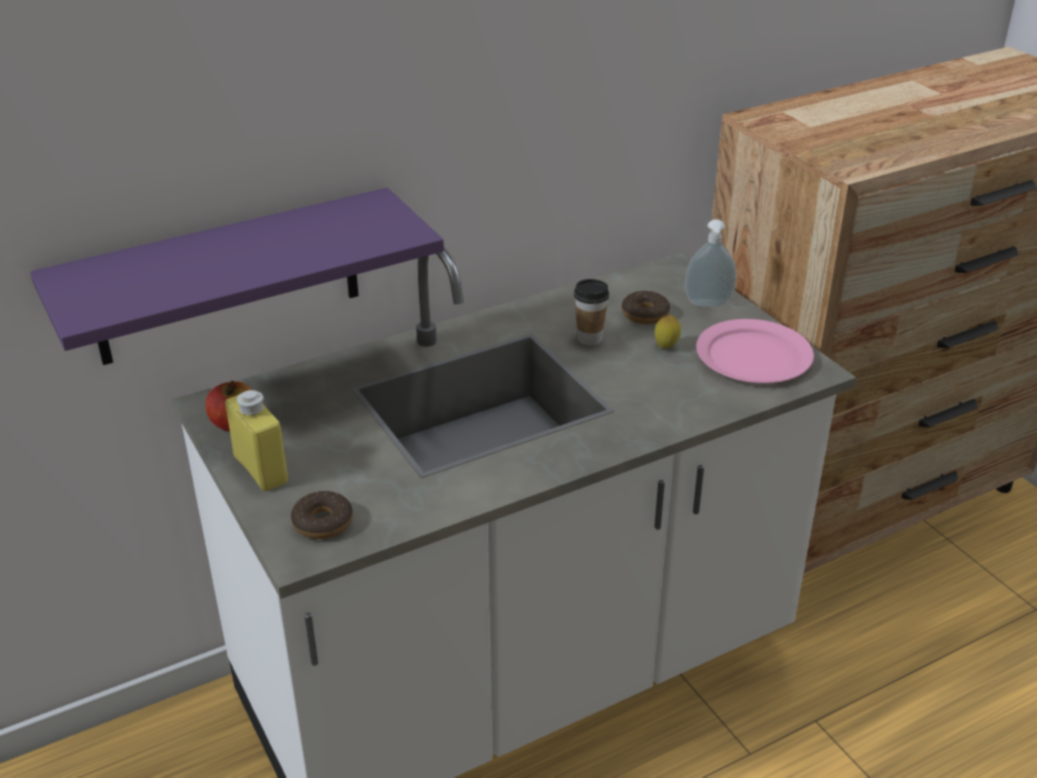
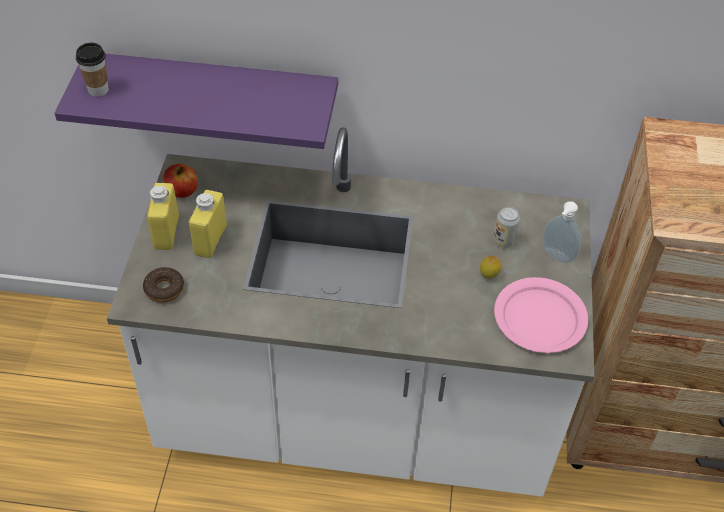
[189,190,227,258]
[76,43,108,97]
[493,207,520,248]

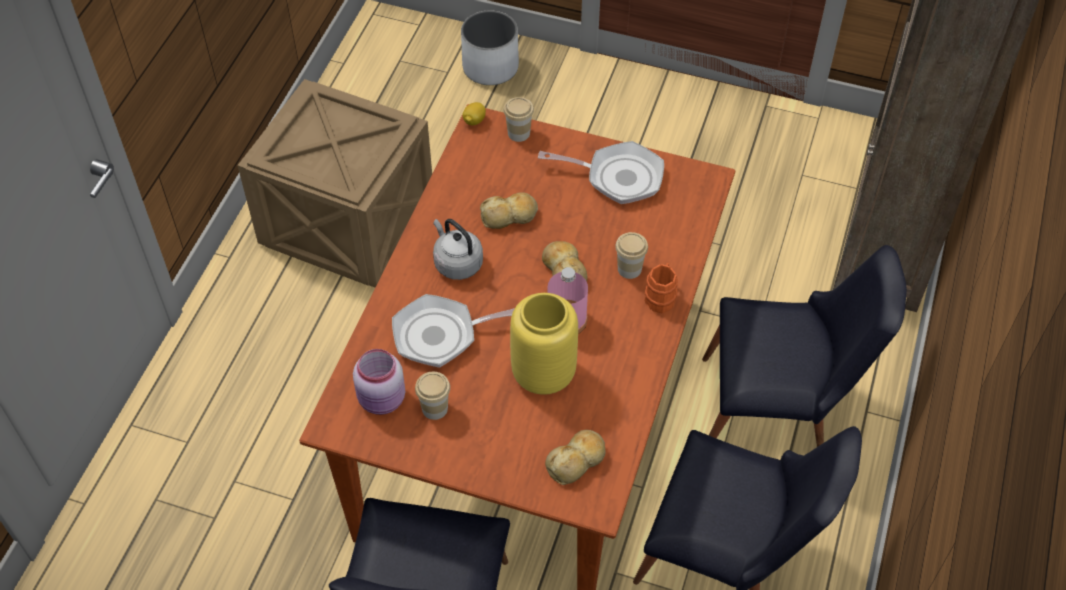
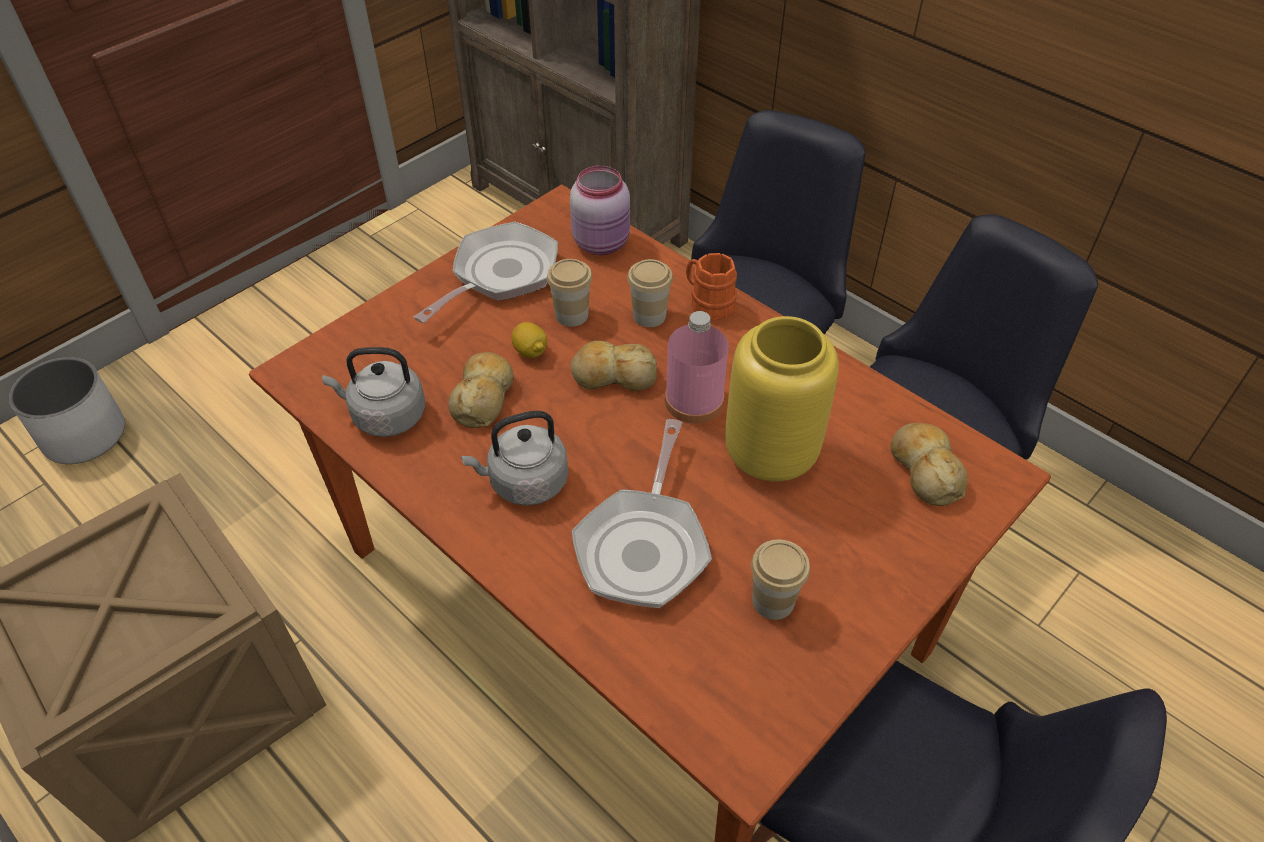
[322,347,425,437]
[570,165,630,255]
[511,322,547,358]
[547,259,592,327]

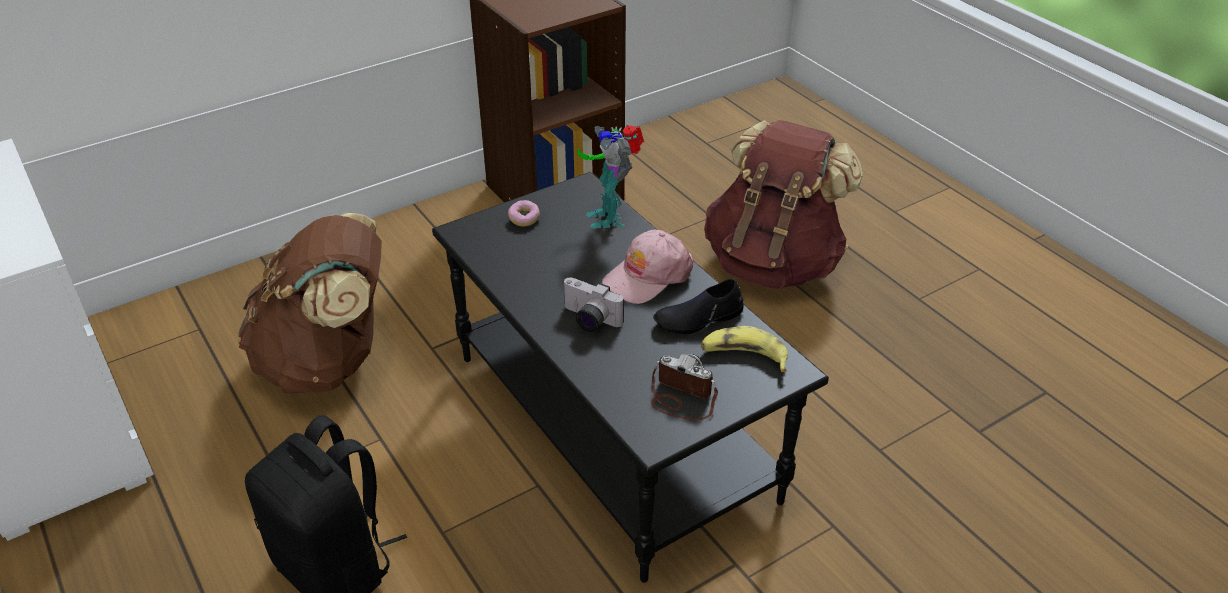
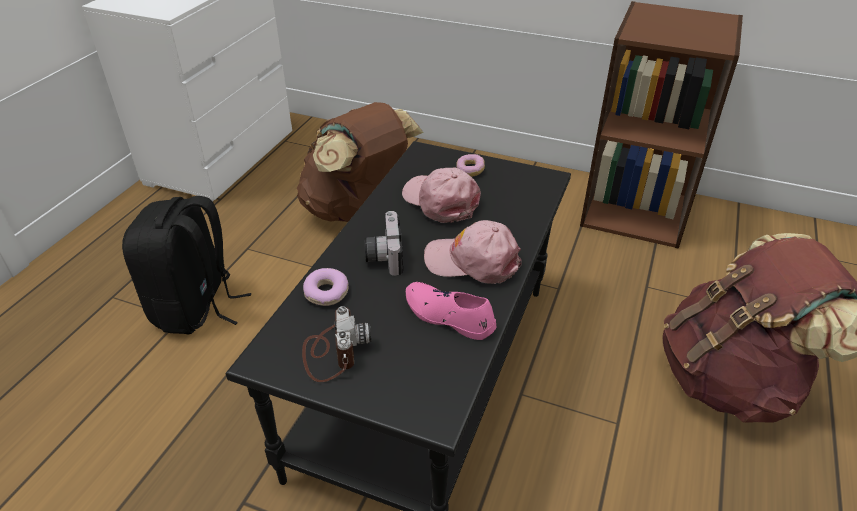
[577,125,644,229] (first image)
[701,326,788,372] (first image)
[303,268,349,306]
[402,168,481,223]
[406,282,496,340]

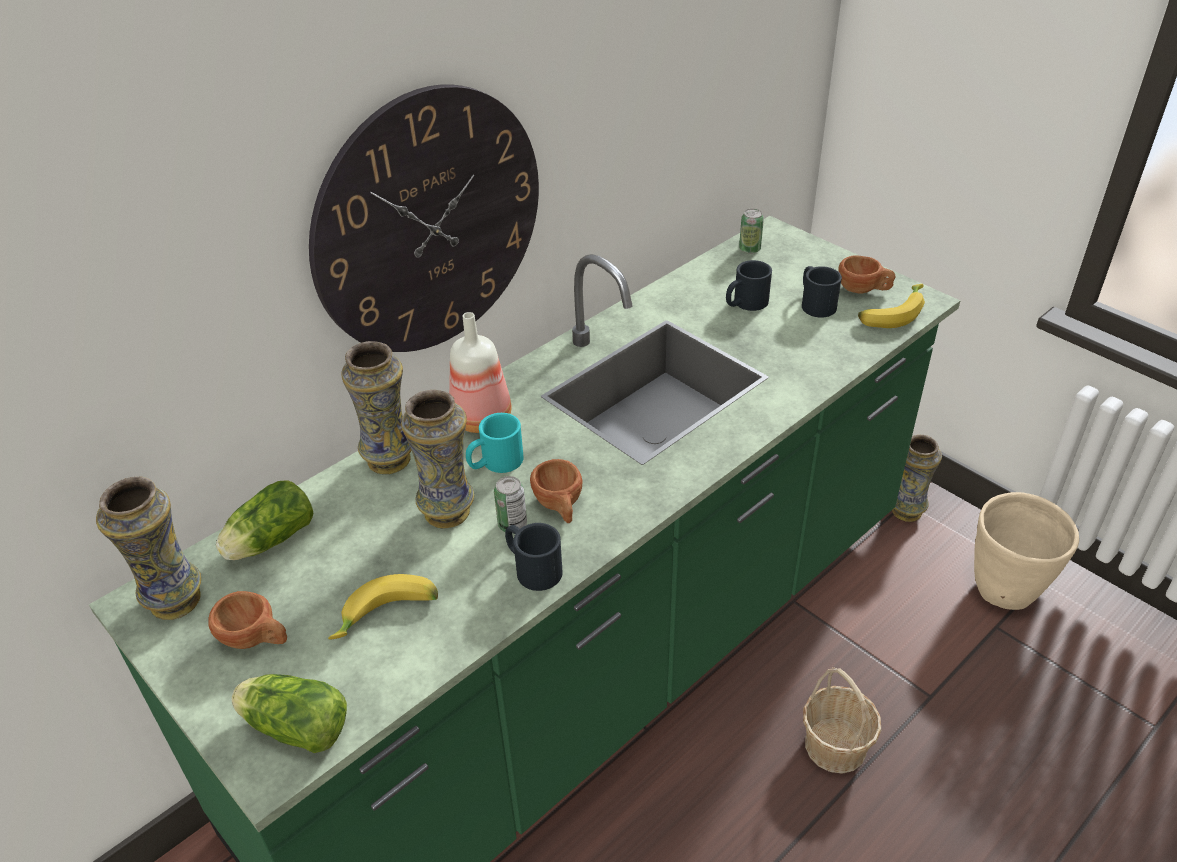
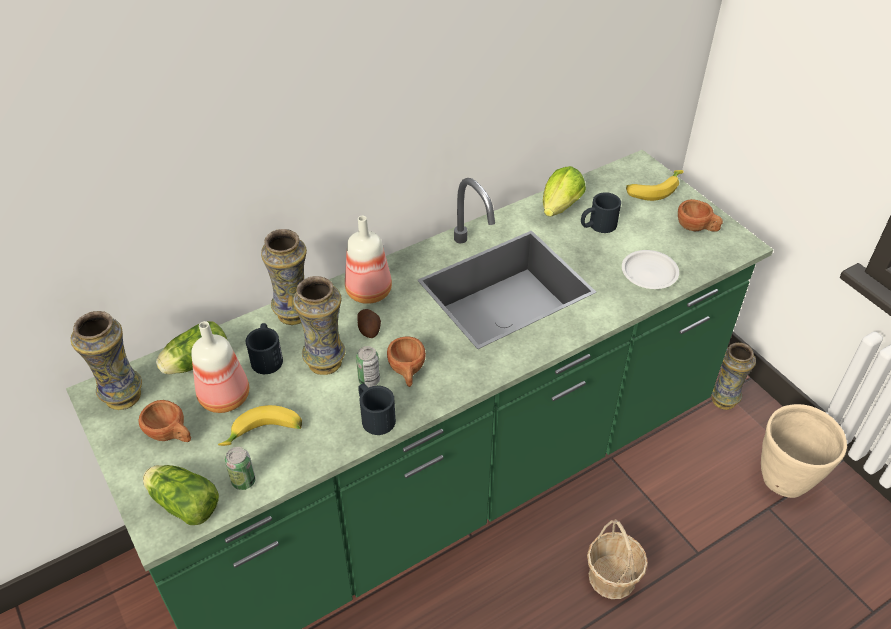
[309,84,539,352] (first image)
[191,321,249,413]
[543,166,586,217]
[622,250,679,289]
[225,447,256,490]
[246,323,283,374]
[626,170,684,201]
[358,309,381,338]

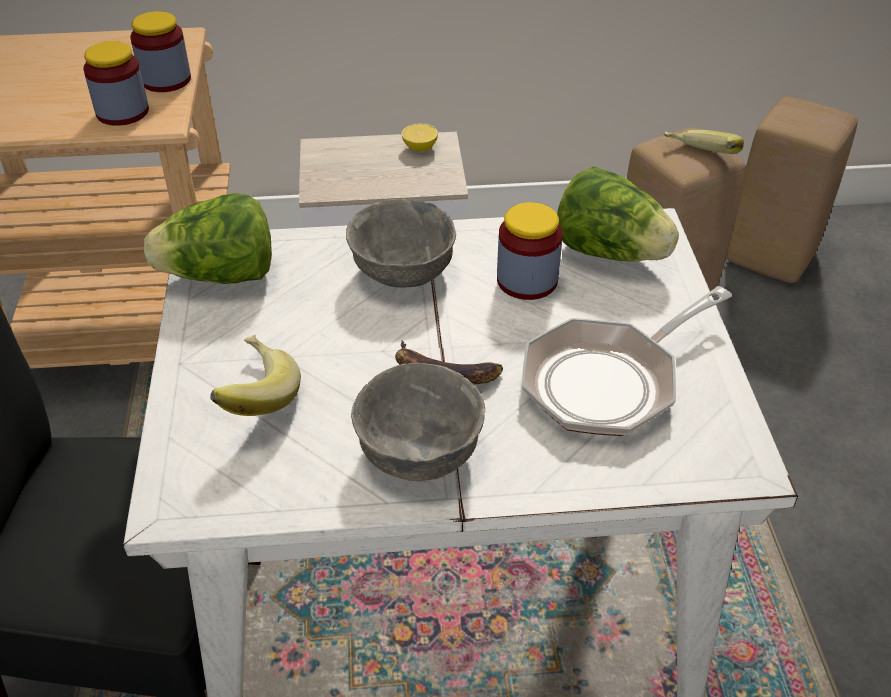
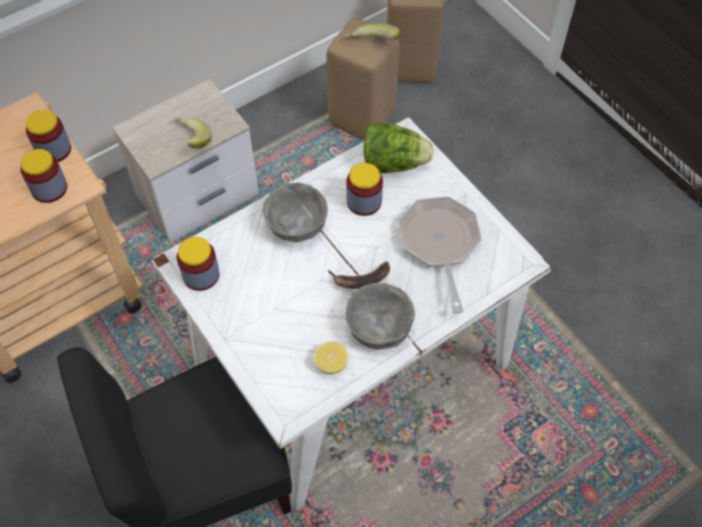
[173,116,212,149]
[314,341,348,374]
[177,237,220,291]
[398,197,482,314]

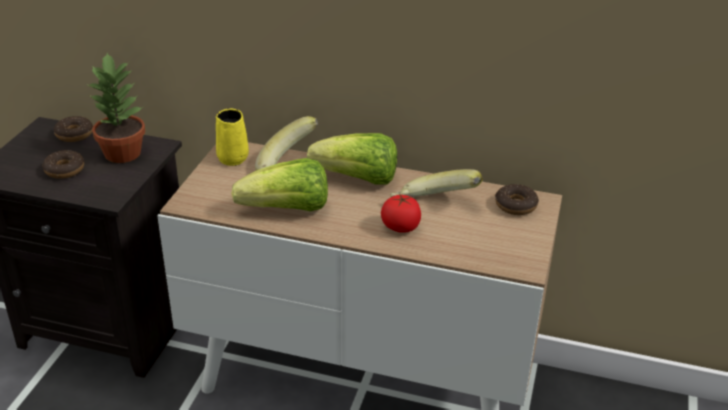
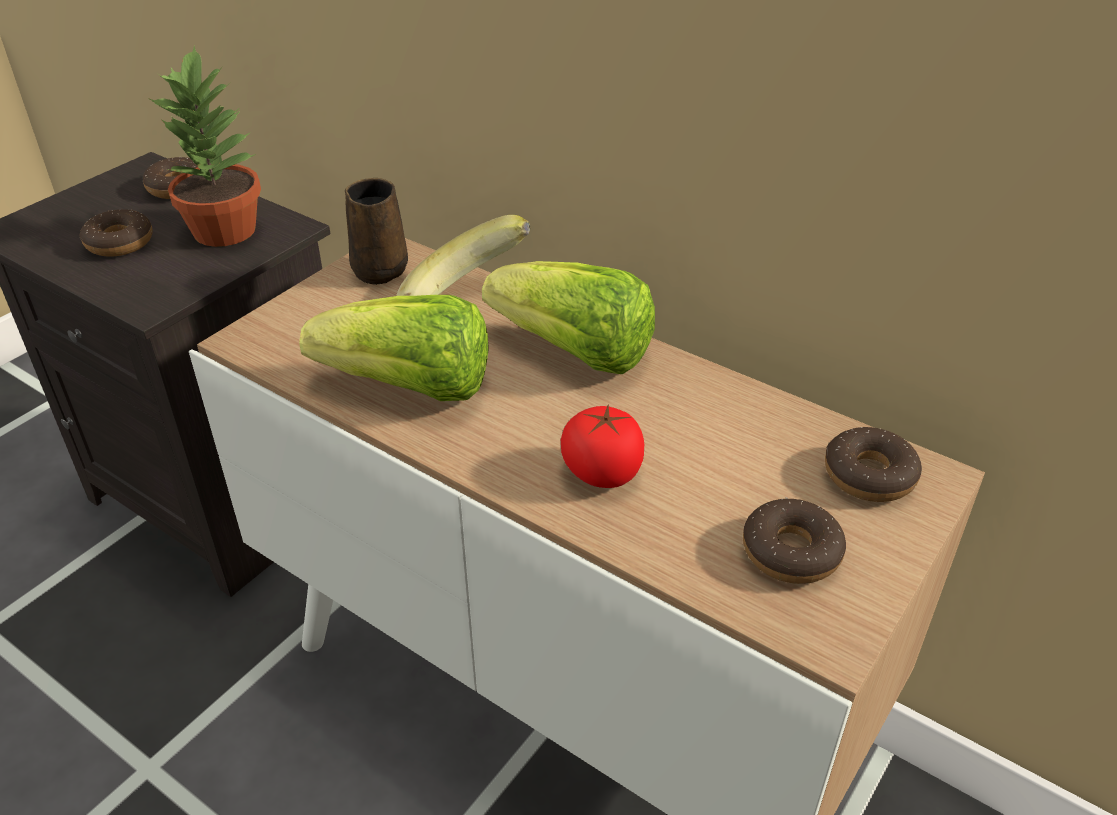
[390,169,483,197] (first image)
[743,497,846,584]
[345,178,408,285]

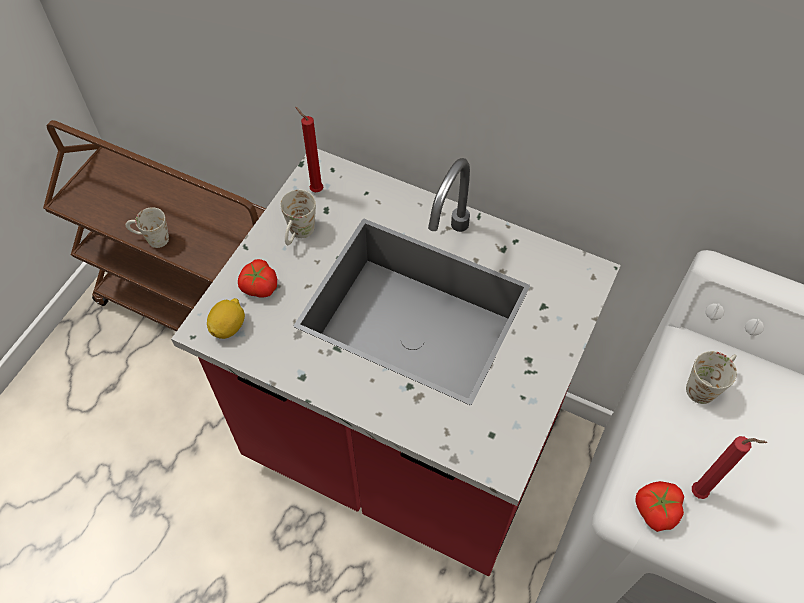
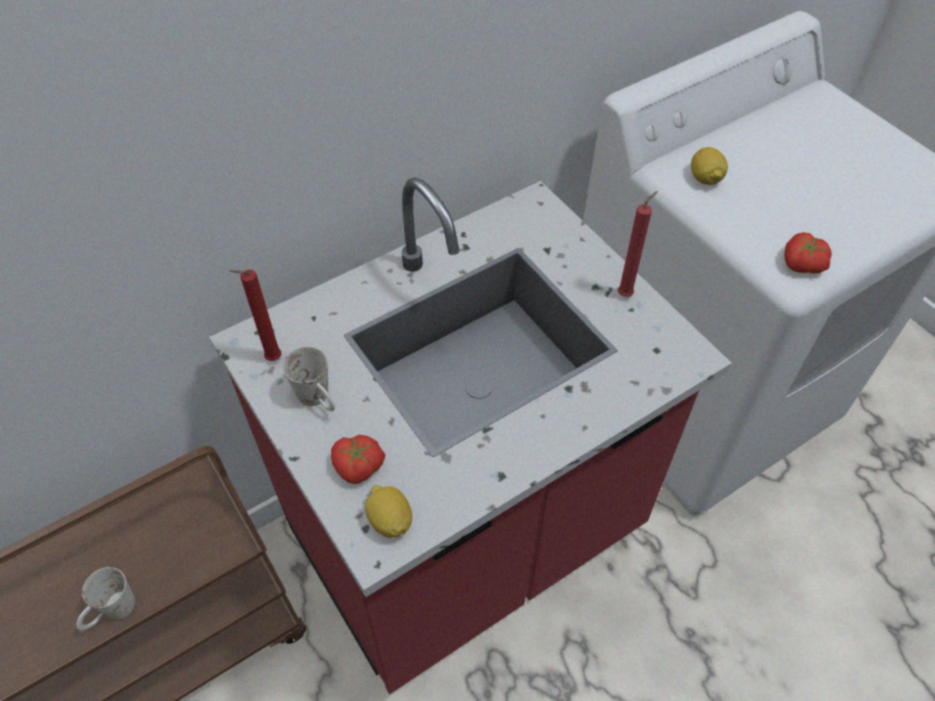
[618,191,658,297]
[691,147,728,185]

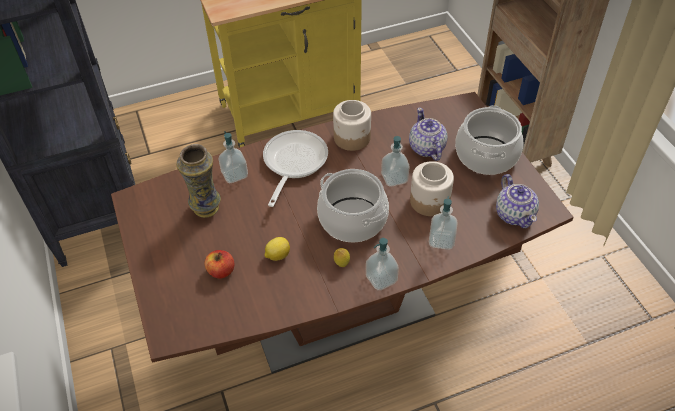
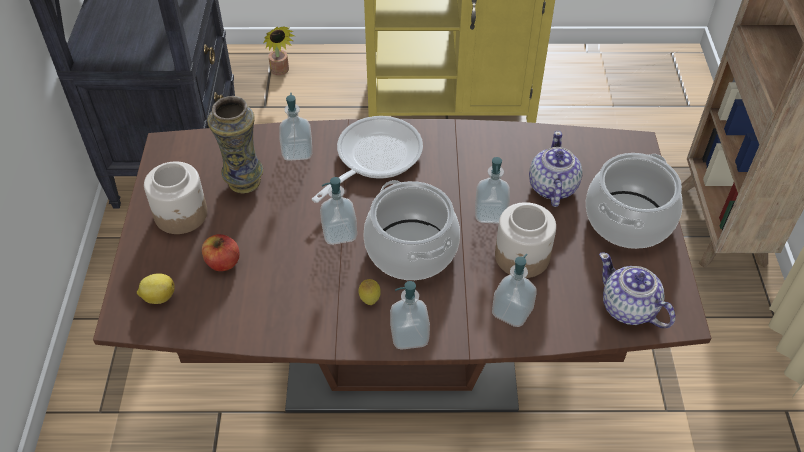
[263,26,294,75]
[320,177,357,245]
[137,273,175,304]
[144,161,207,234]
[599,252,676,328]

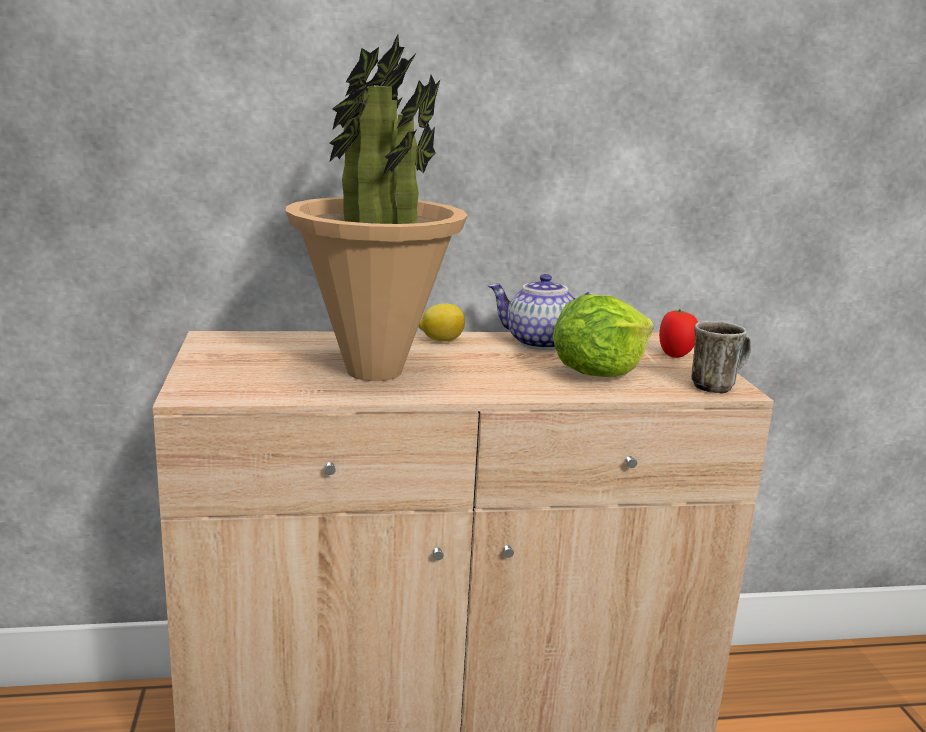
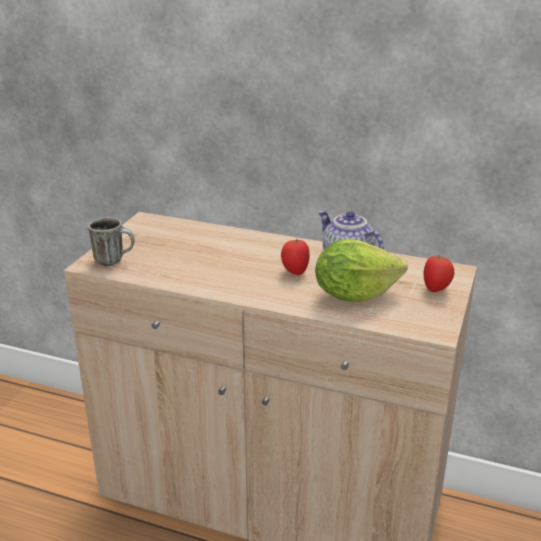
[286,34,467,381] (first image)
[418,304,465,341] (first image)
[281,239,310,275]
[88,217,135,266]

